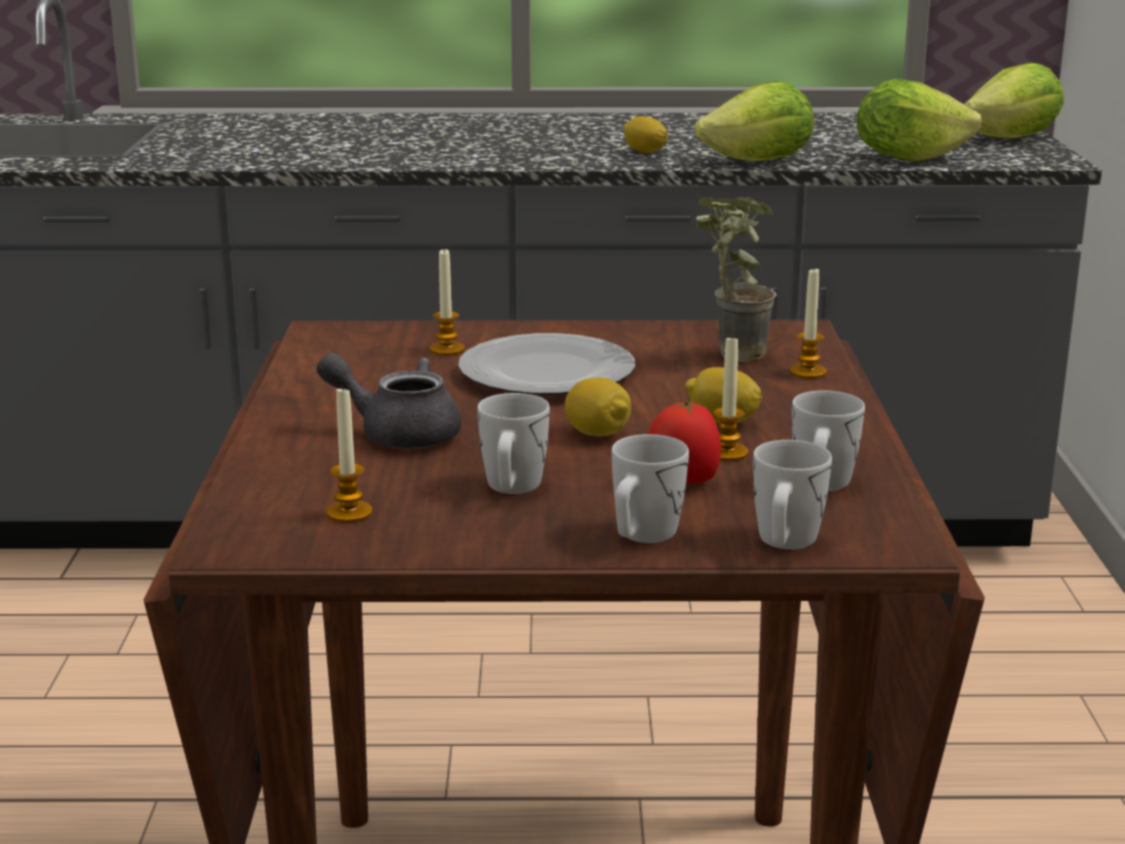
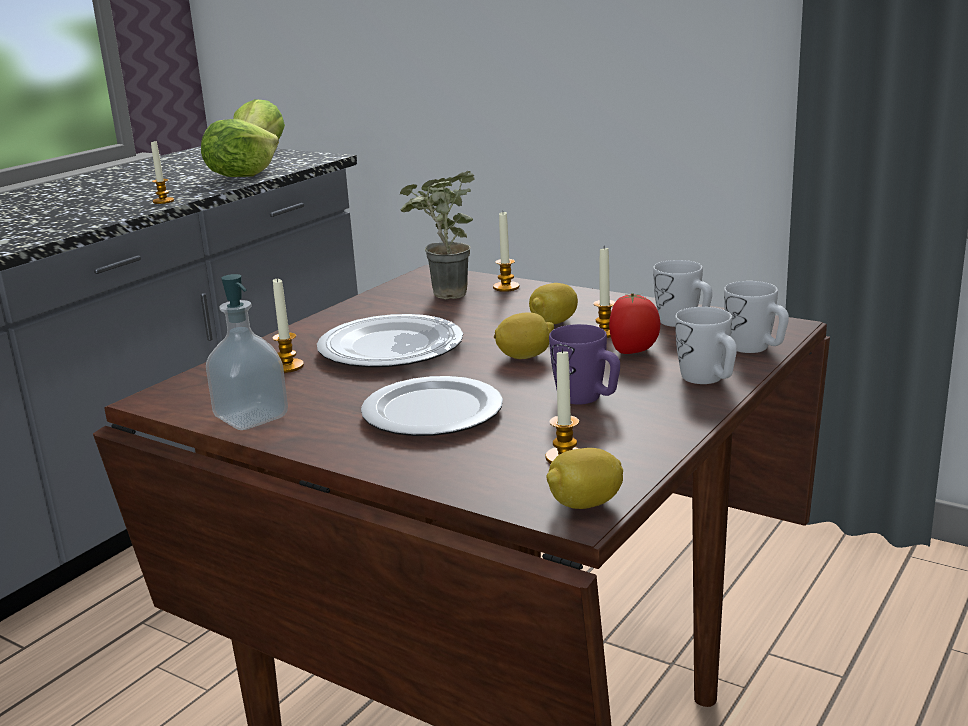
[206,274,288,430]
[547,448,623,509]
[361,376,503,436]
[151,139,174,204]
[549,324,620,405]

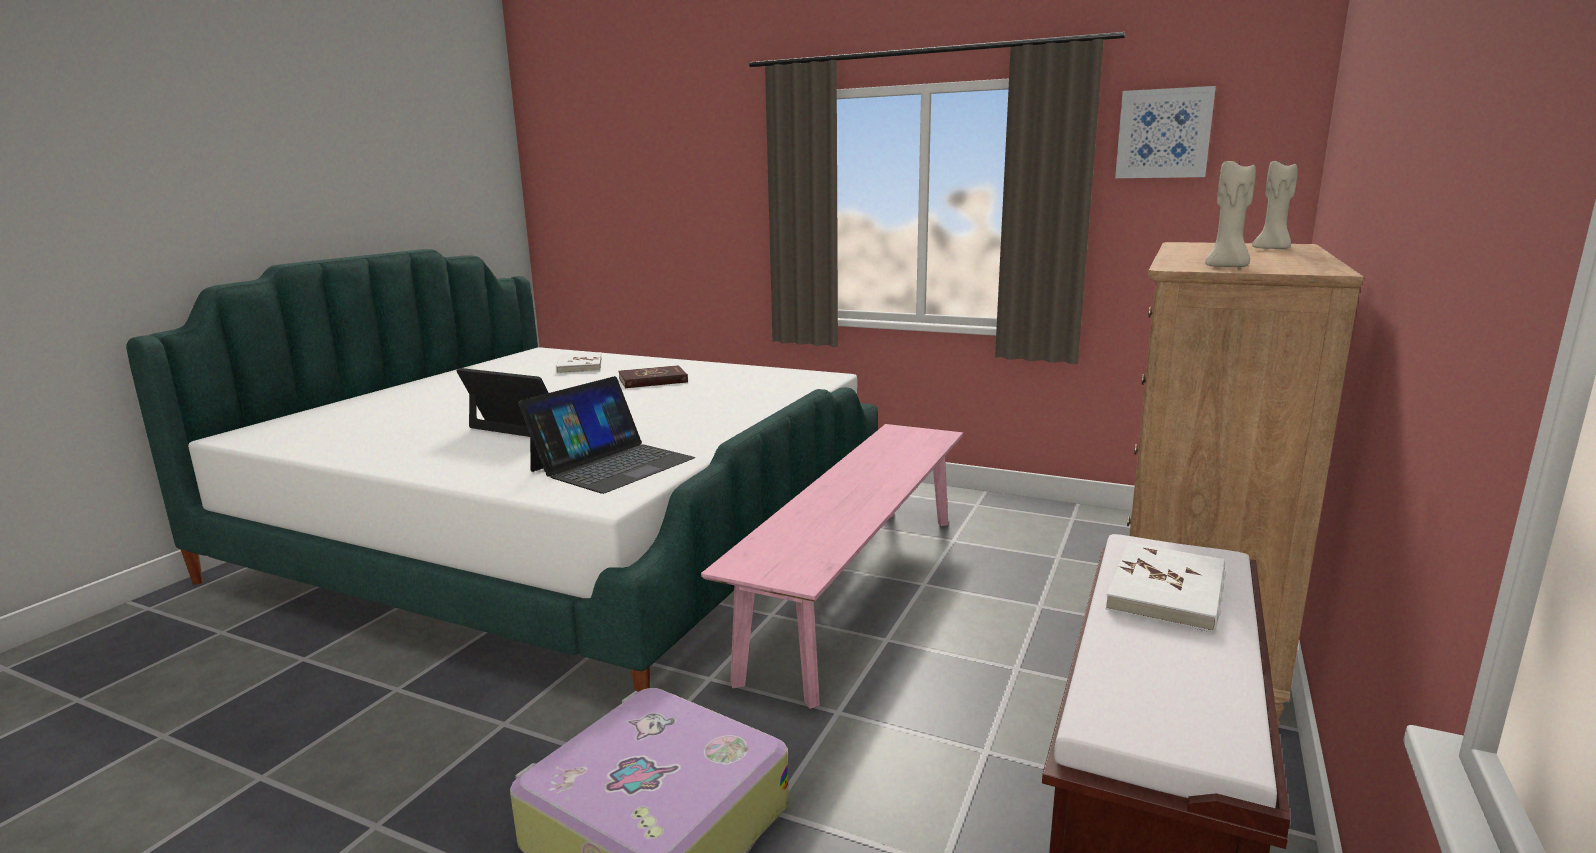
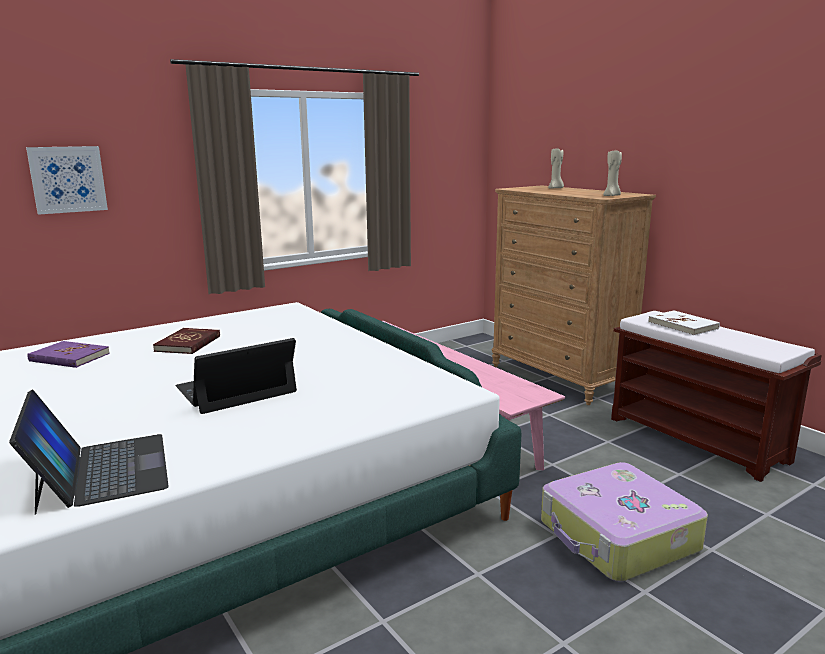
[9,390,169,515]
[26,146,108,215]
[27,341,110,368]

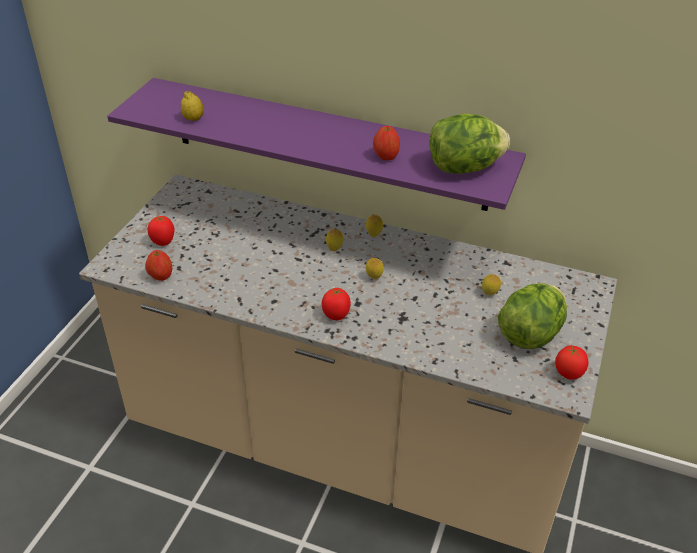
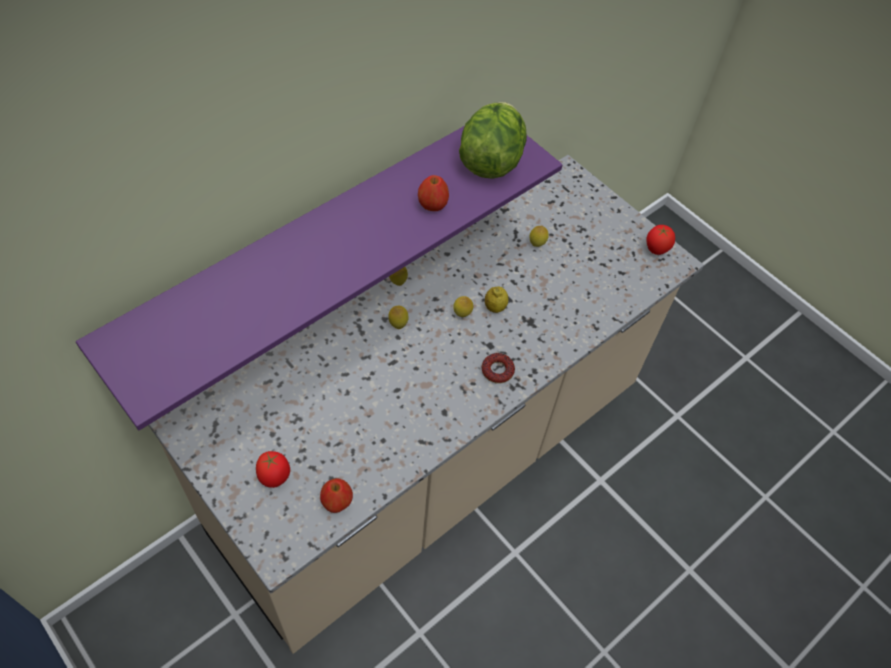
[498,283,567,349] (first image)
[485,286,508,313]
[482,353,515,384]

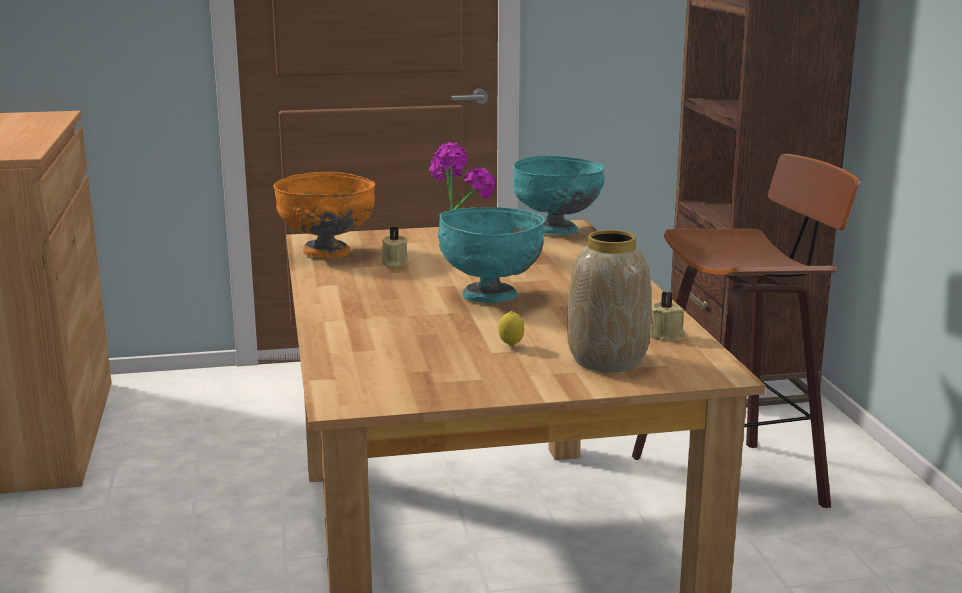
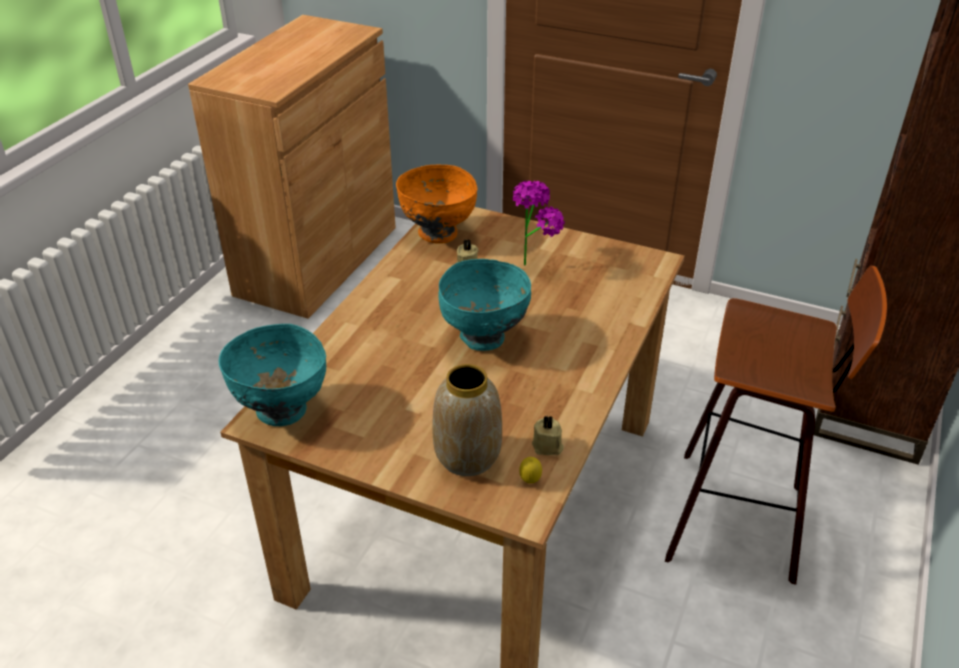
[519,457,542,483]
[219,324,326,426]

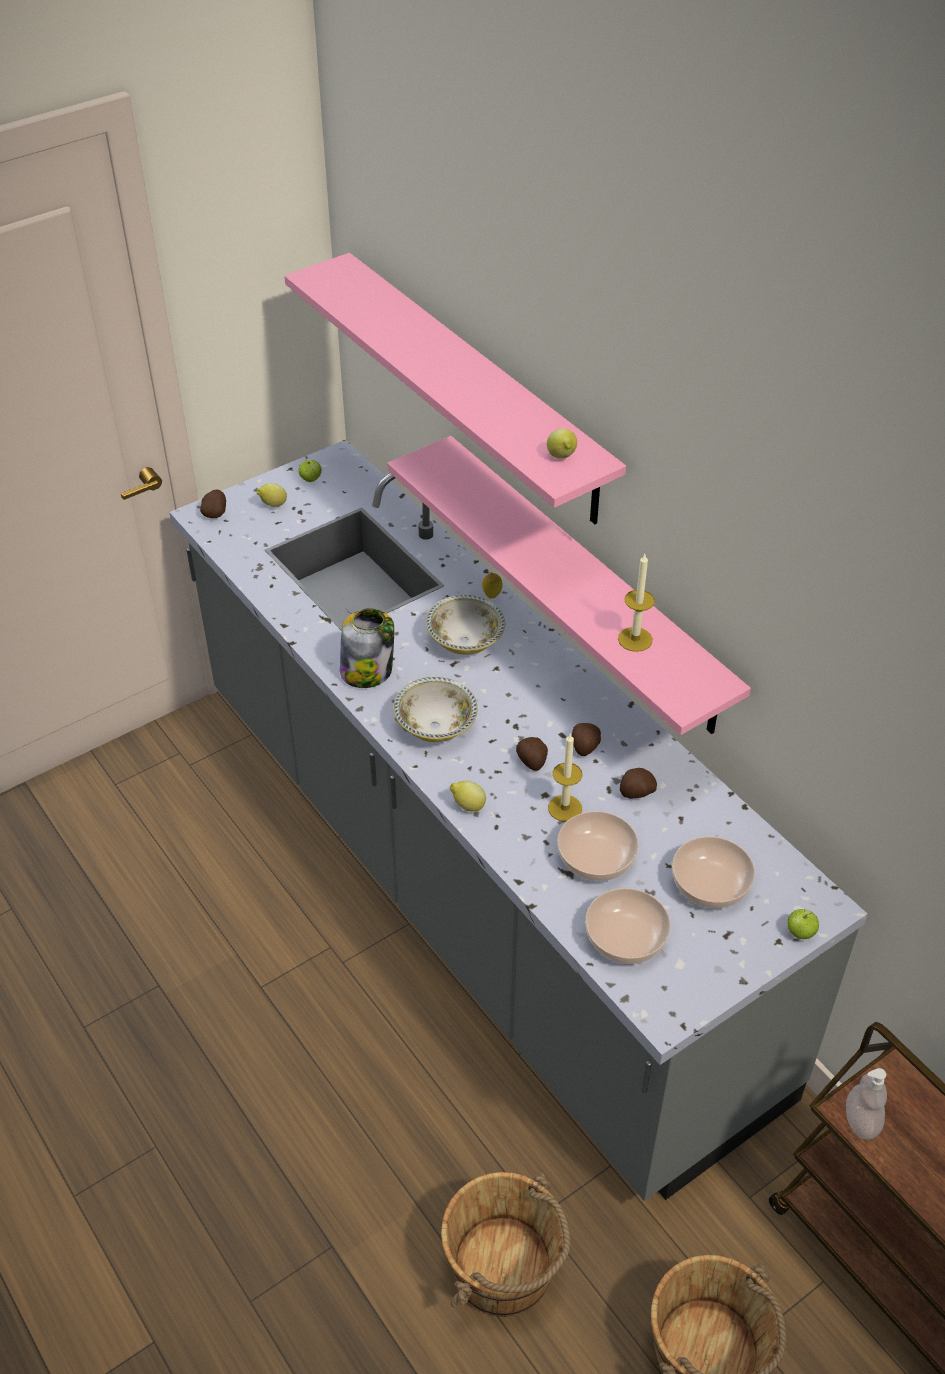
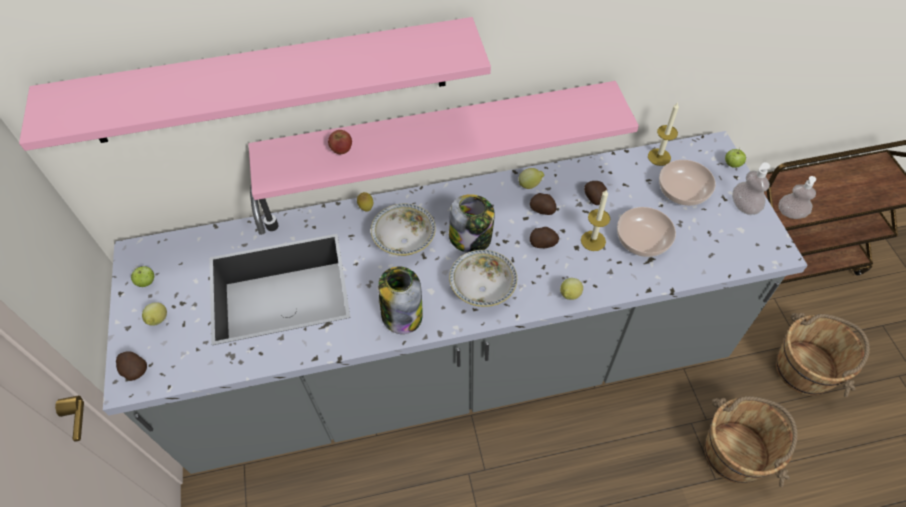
[585,888,671,964] (first image)
[328,130,352,154]
[449,194,495,253]
[732,162,770,215]
[519,168,545,189]
[648,102,679,166]

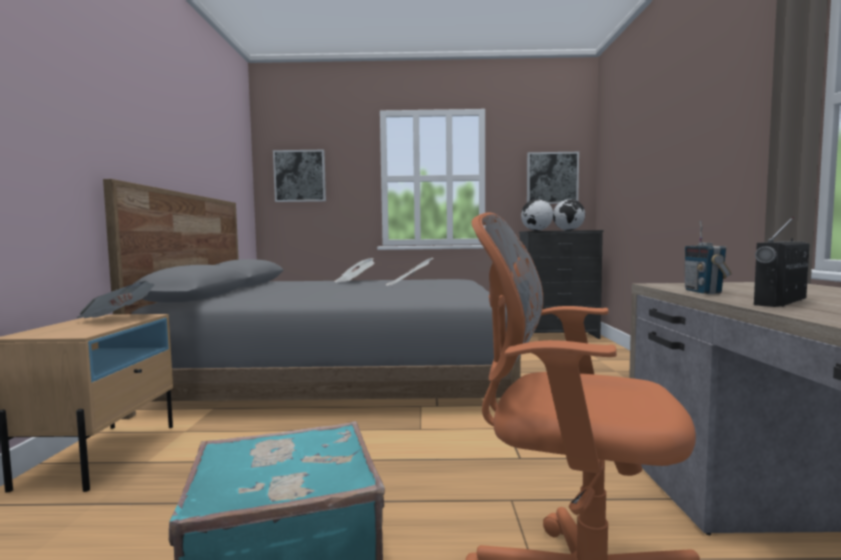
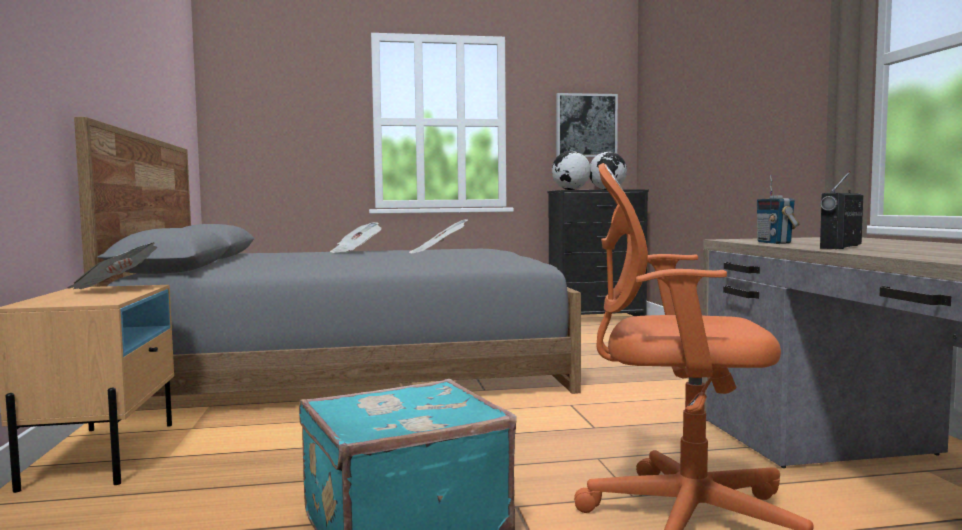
[273,150,326,202] (first image)

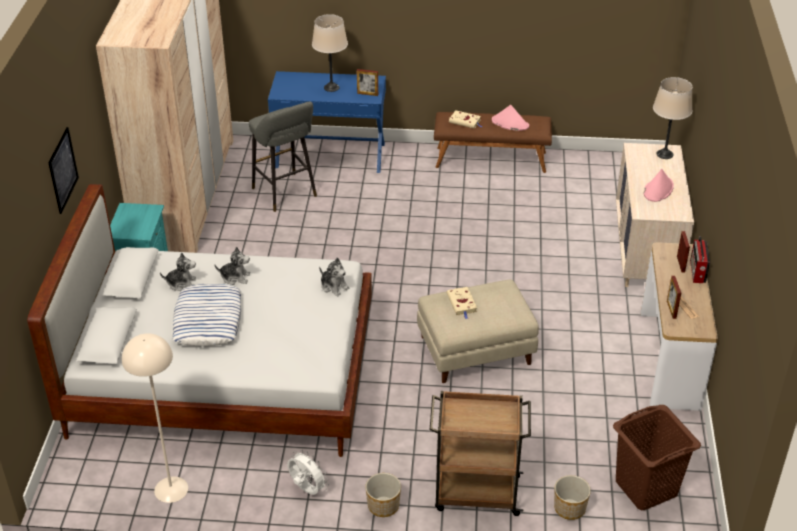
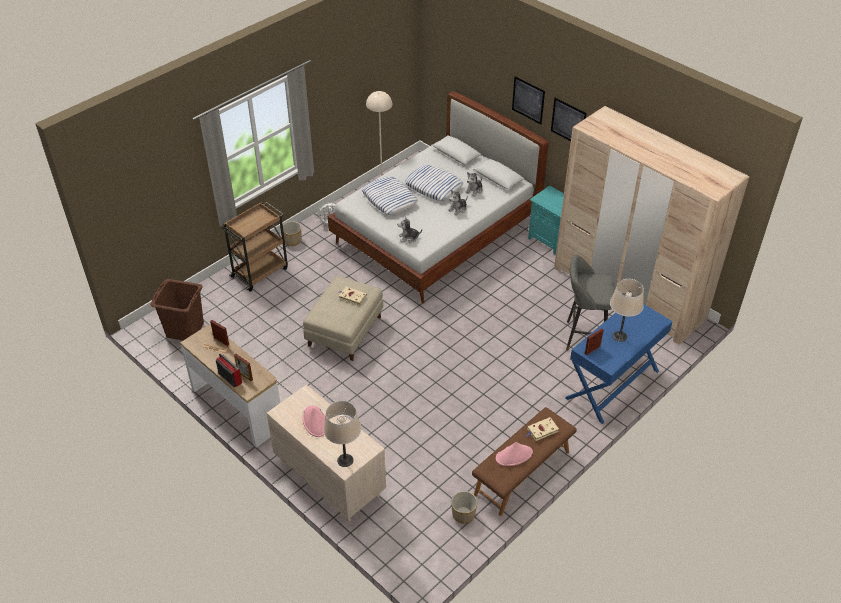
[362,176,418,215]
[551,98,587,141]
[451,491,477,523]

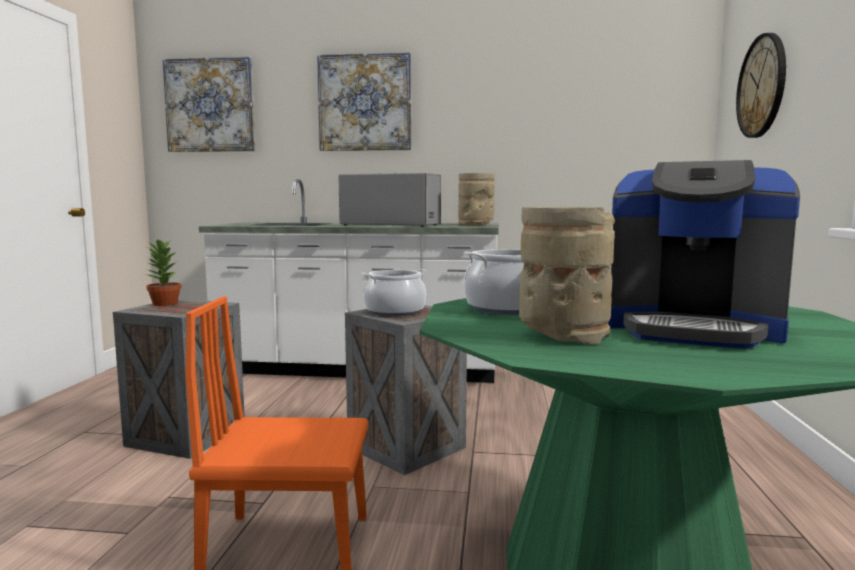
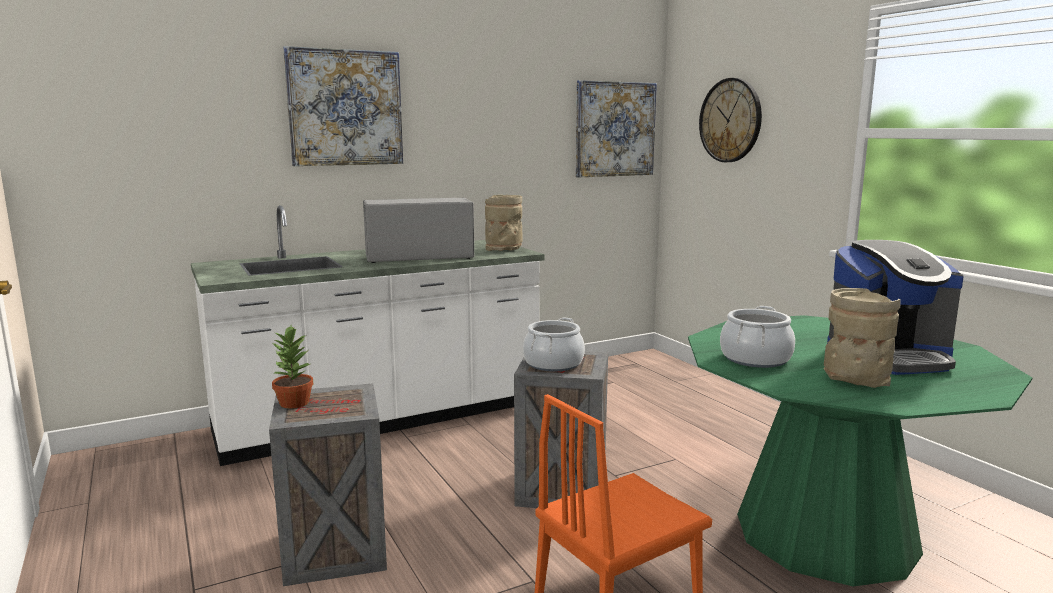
[575,80,657,177]

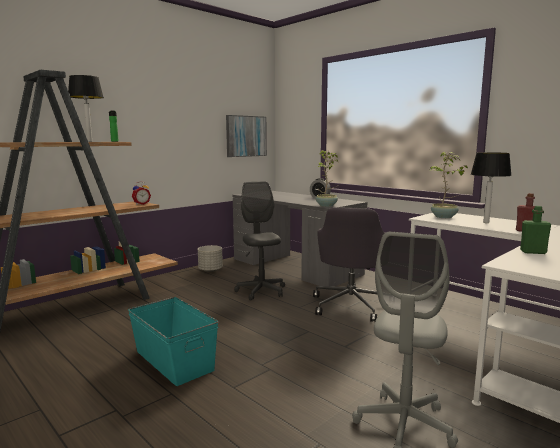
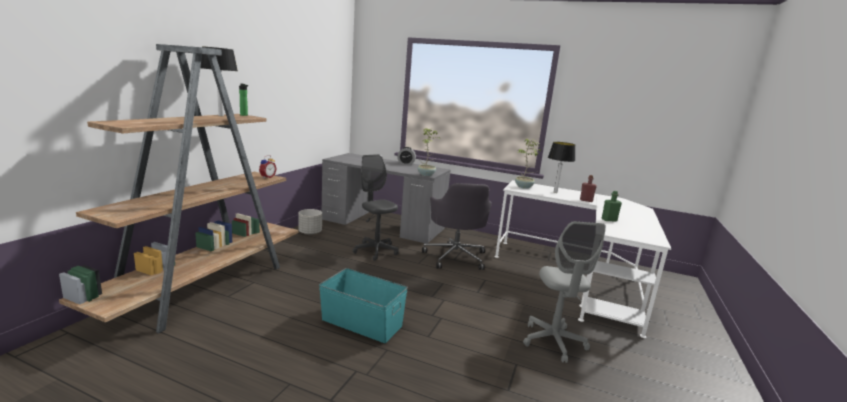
[226,115,267,157] (first image)

